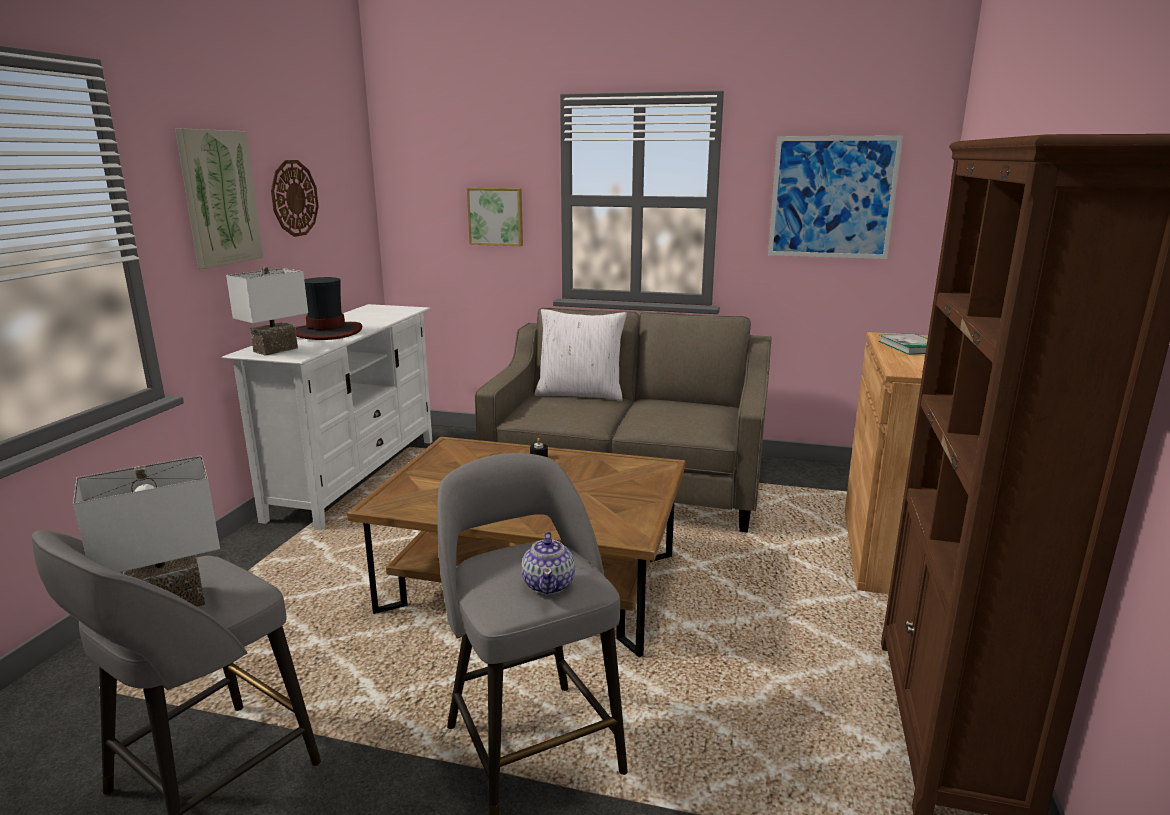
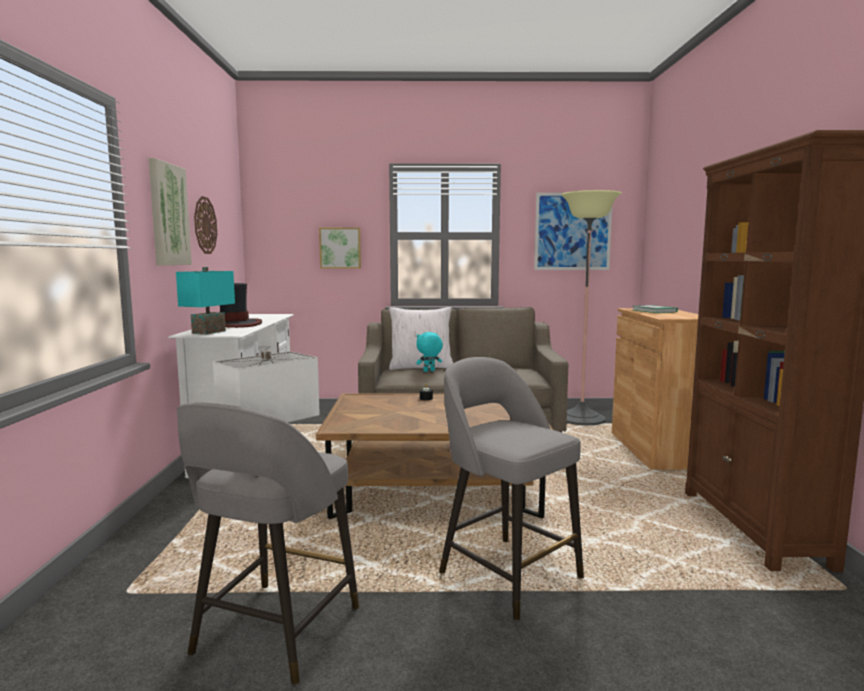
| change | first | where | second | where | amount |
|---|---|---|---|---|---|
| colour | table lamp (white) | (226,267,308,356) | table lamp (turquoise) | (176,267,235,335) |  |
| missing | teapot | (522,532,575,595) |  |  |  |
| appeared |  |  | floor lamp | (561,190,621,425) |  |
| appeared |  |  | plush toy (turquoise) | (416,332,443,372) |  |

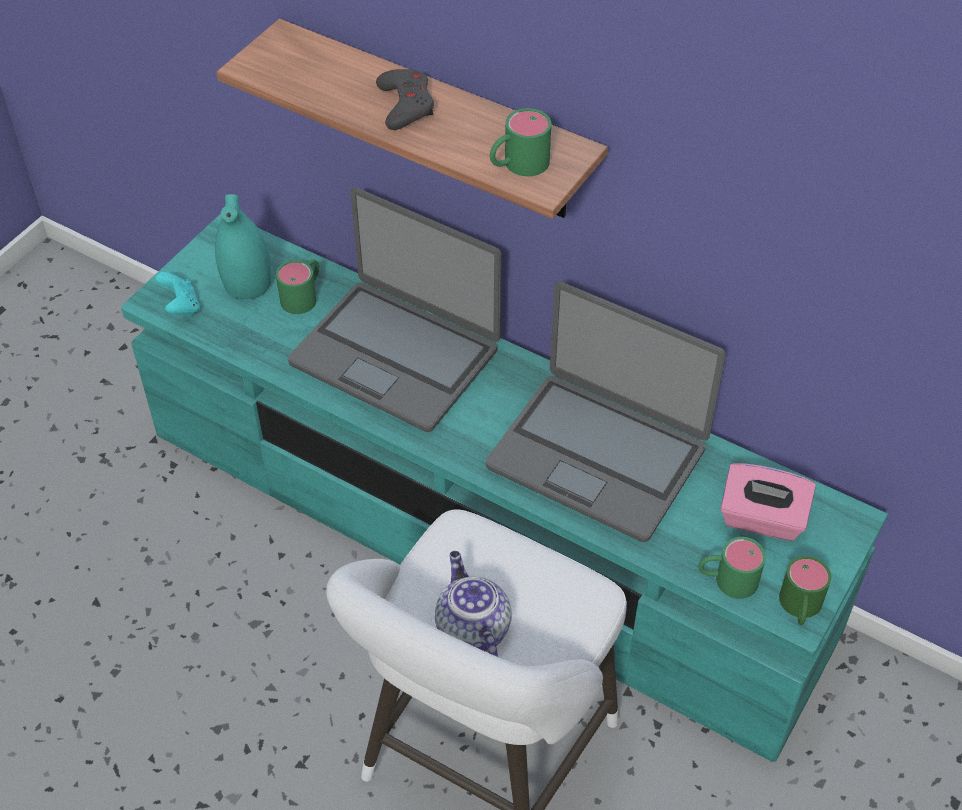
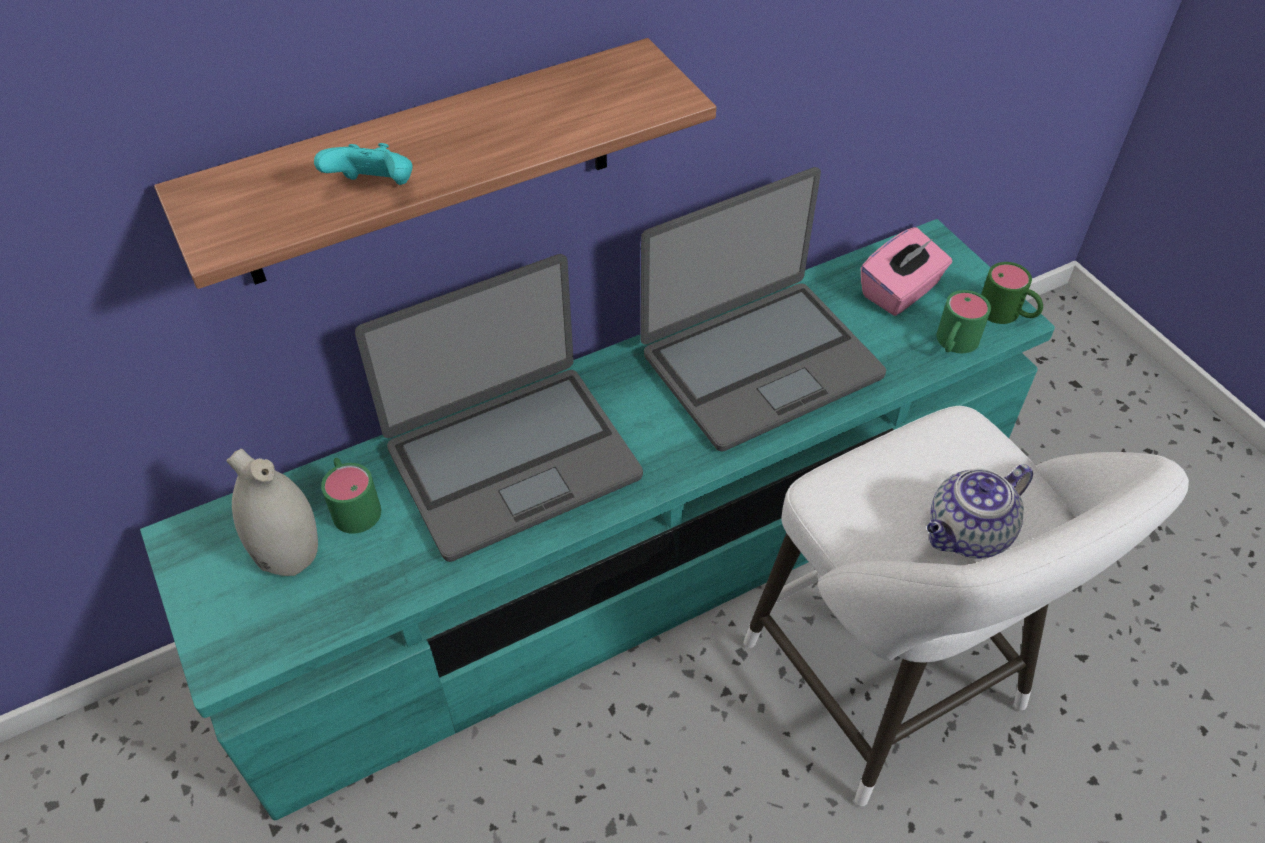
| change | first | where | second | where | amount |
|---|---|---|---|---|---|
| missing | game controller (grey) | (376,69,434,130) |  |  |  |
| missing | mug (green) | (490,108,551,176) |  |  |  |
| colour | vase (turquoise) | (215,194,271,299) | vase (white) | (227,448,318,576) |  |
| relocated | game controller (turquoise) | (155,272,200,316) |  | (314,143,413,185) |  |
| spun | teapot | (435,551,512,657) |  | (927,464,1033,559) | 45 degrees counterclockwise |

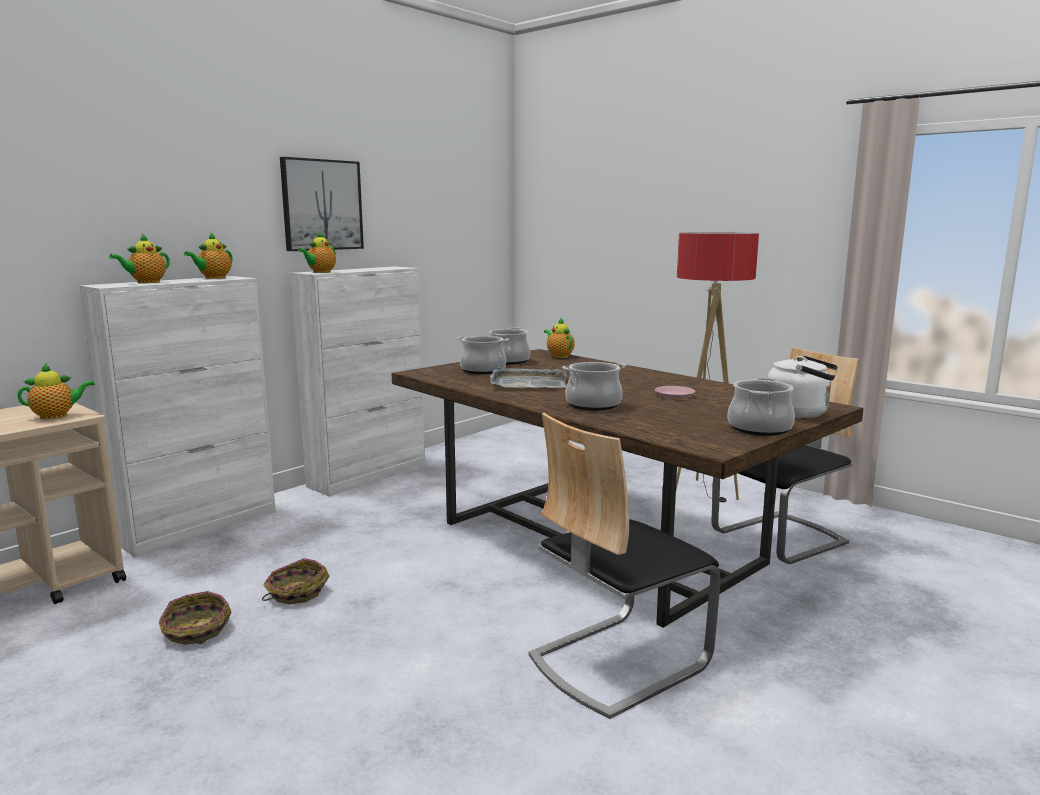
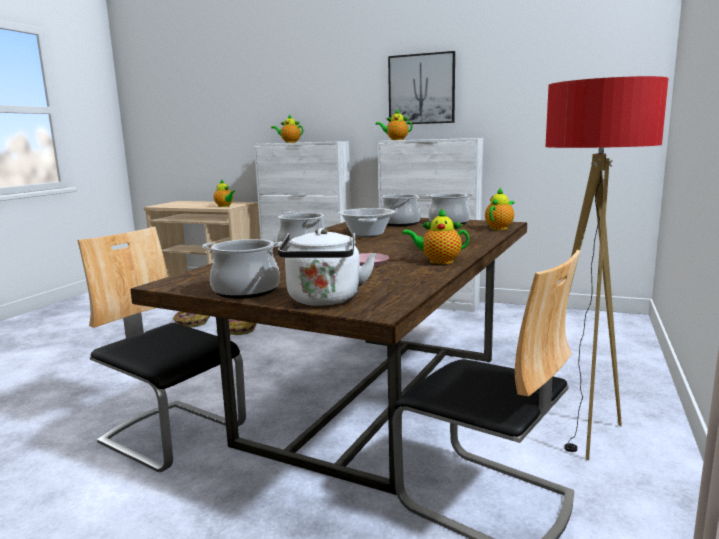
| change | first | where | second | where | amount |
|---|---|---|---|---|---|
| relocated | teapot | (184,232,232,279) |  | (402,208,469,264) |  |
| exchanged | tray (grey) | (490,367,566,388) | cooking pot | (338,208,395,237) |  |

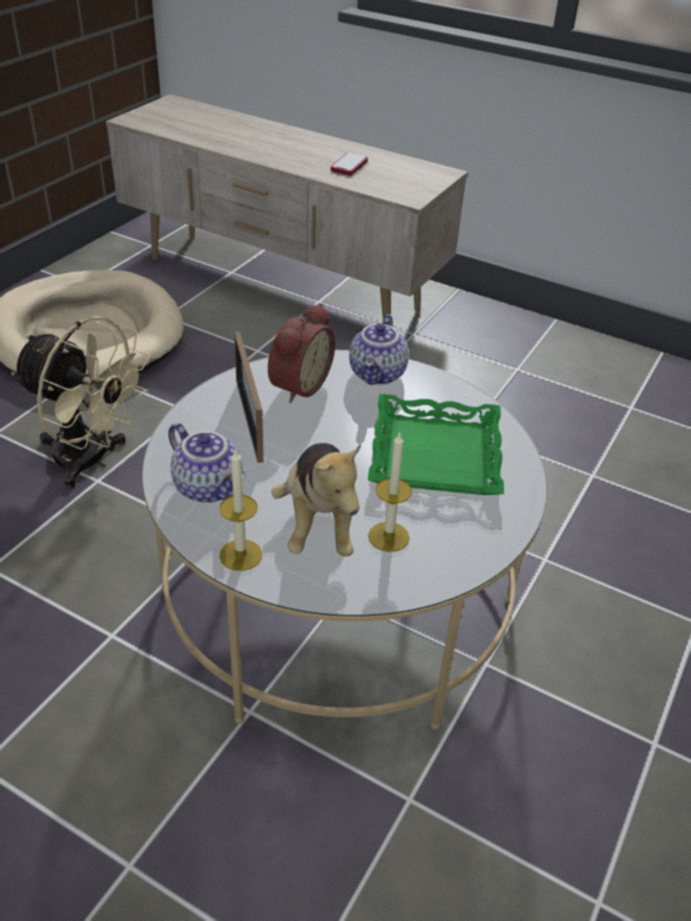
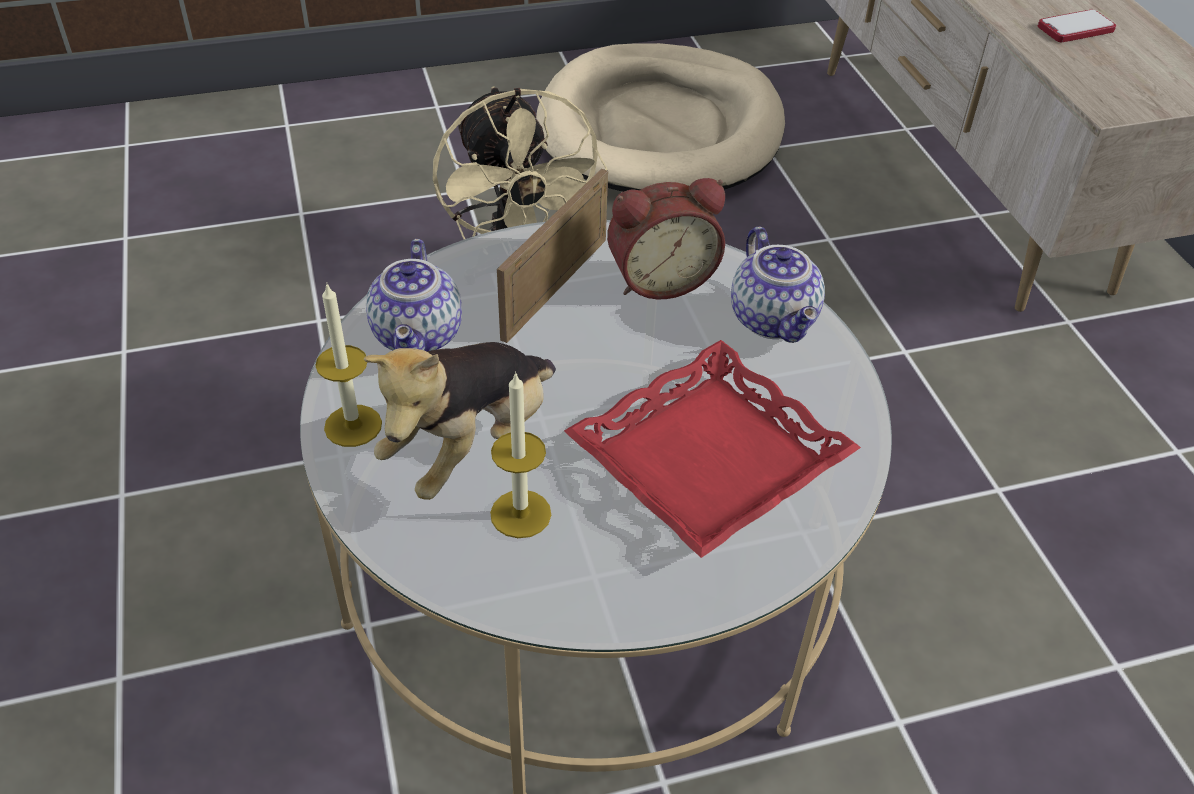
| change | first | where | second | where | amount |
|---|---|---|---|---|---|
| spun | teapot | (349,314,409,385) |  | (731,227,825,343) | 75 degrees counterclockwise |
| colour | tray (green) | (368,394,504,495) | tray (red) | (564,340,861,558) |  |

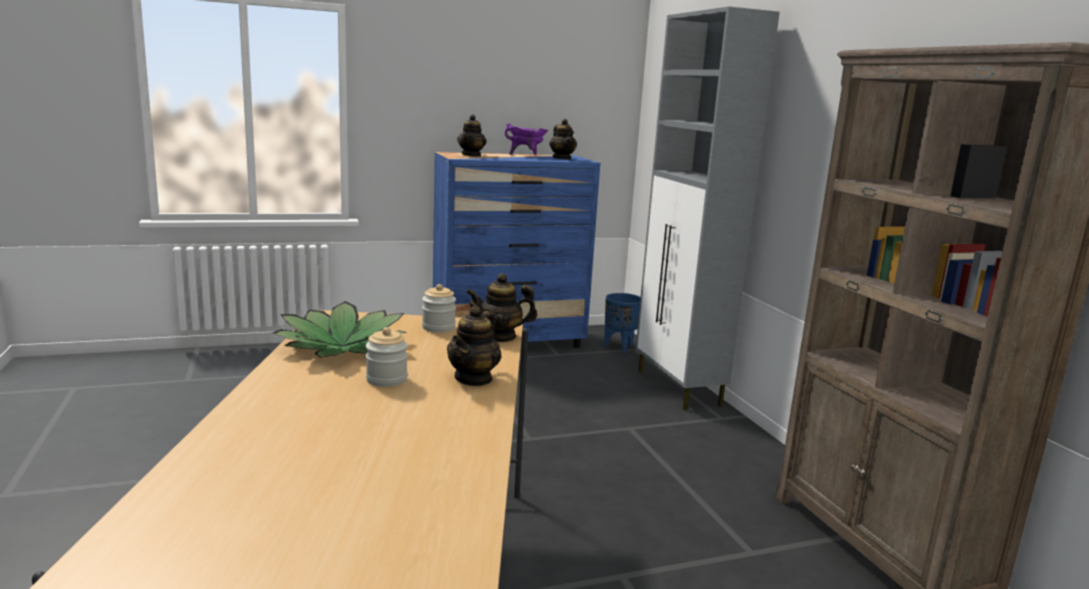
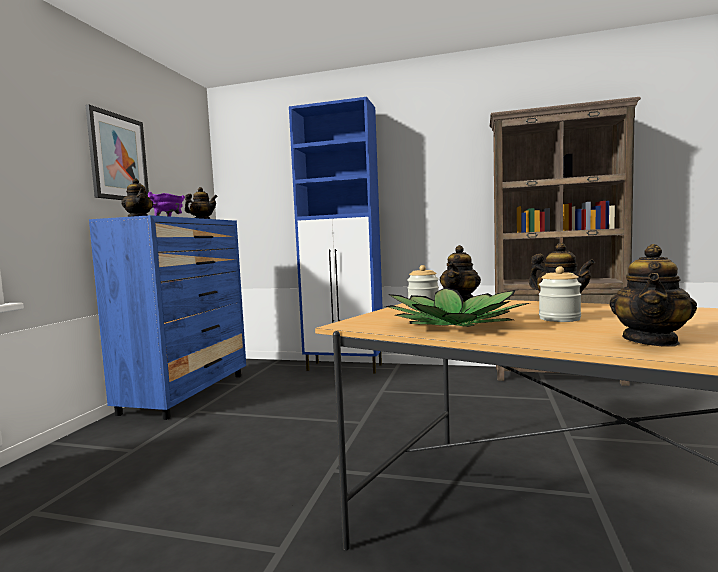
| change | first | where | second | where | amount |
|---|---|---|---|---|---|
| colour | cabinet (grey) | (636,7,780,411) | cabinet (blue) | (289,97,383,373) |  |
| missing | planter (blue) | (604,293,641,353) |  |  |  |
| appeared |  |  | picture | (86,104,149,200) |  |
| appeared |  |  | teapot | (609,244,697,347) |  |

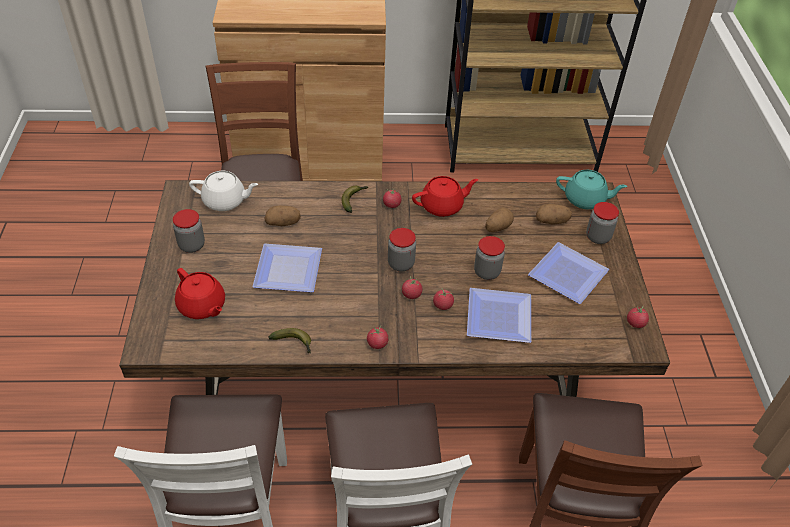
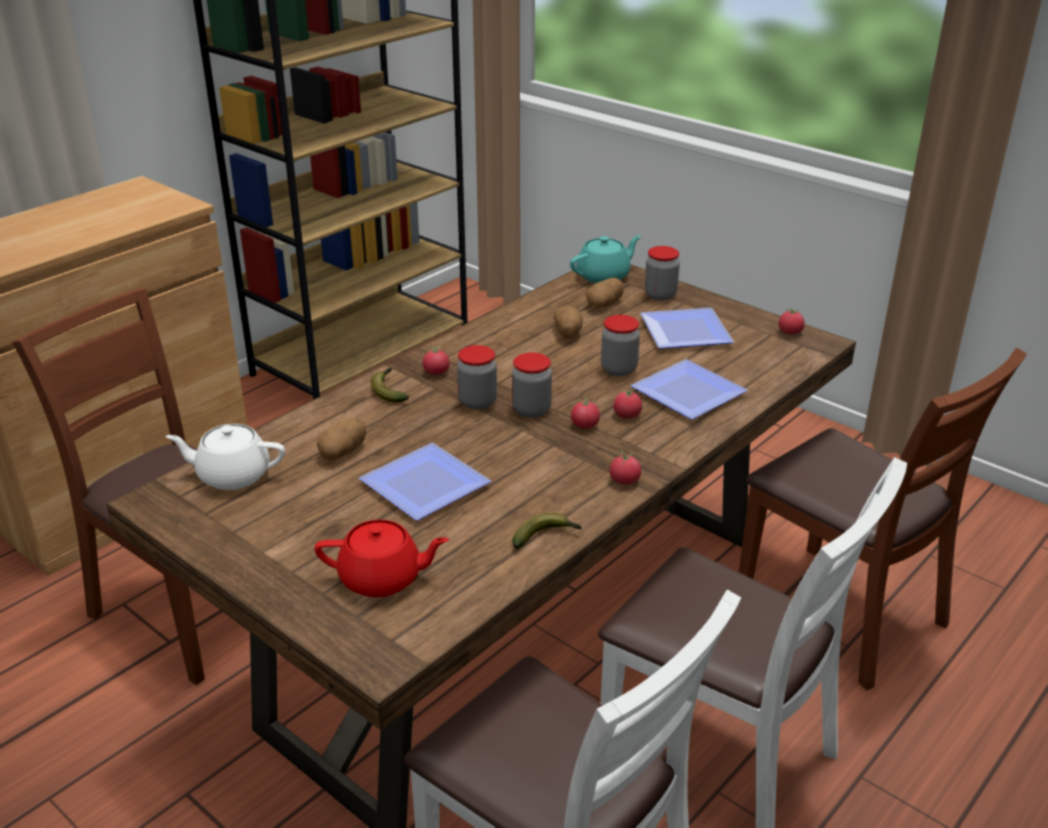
| change | first | where | second | where | amount |
|---|---|---|---|---|---|
| spun | teapot (white) | (189,171,258,211) |  | (166,424,285,490) | 135 degrees counterclockwise |
| missing | teapot (red) | (412,176,478,217) |  |  |  |
| relocated | jar | (173,209,205,253) |  | (457,345,497,410) |  |

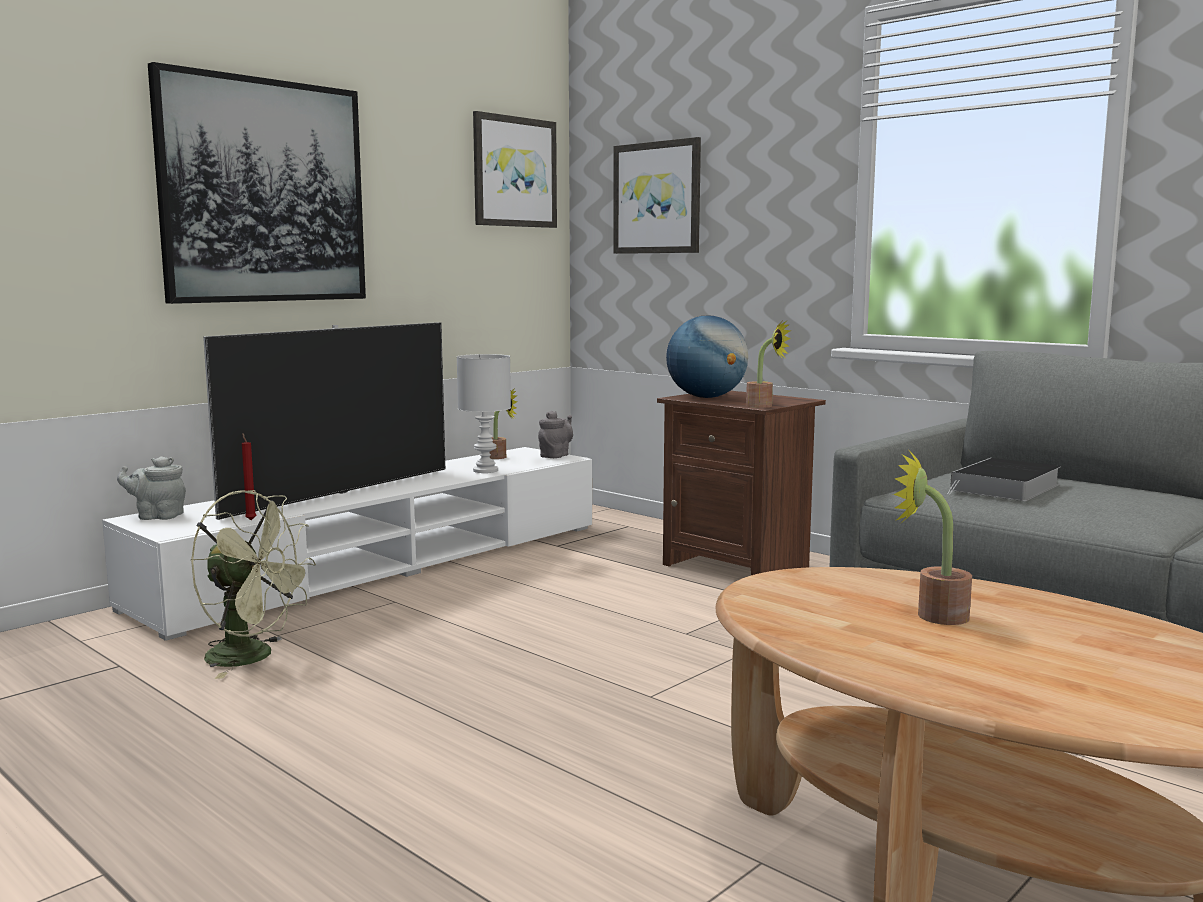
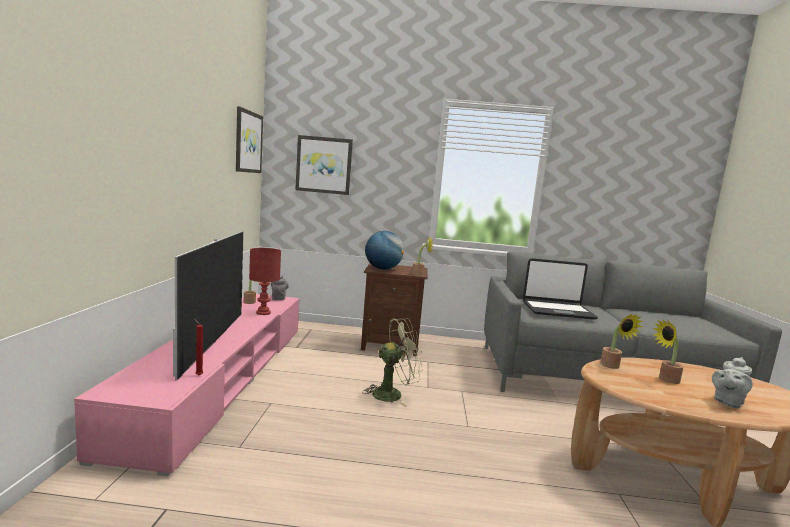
| change | first | where | second | where | amount |
|---|---|---|---|---|---|
| missing | picture | (148,62,366,304) |  |  |  |
| colour | table lamp (white) | (457,354,511,473) | table lamp (red) | (249,248,281,315) |  |
| colour | tv stand (white) | (102,447,592,641) | tv stand (pink) | (74,294,299,476) |  |
| relocated | teapot (grey) | (117,456,186,520) |  | (712,357,753,408) |  |
| exchanged | book | (947,458,1061,501) | laptop | (523,258,598,320) |  |
| relocated | fan (green) | (191,490,316,679) |  | (362,318,423,407) |  |
| appeared |  |  | potted plant | (600,313,644,369) |  |

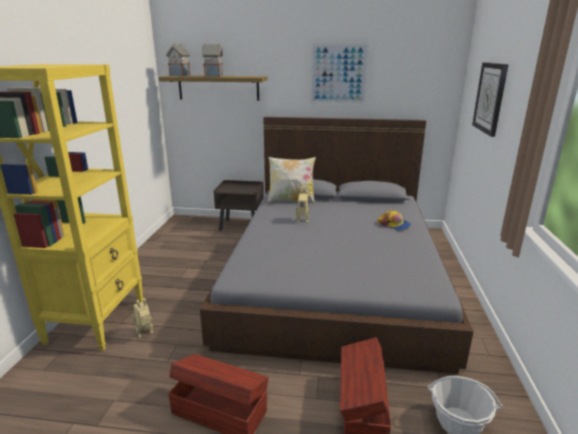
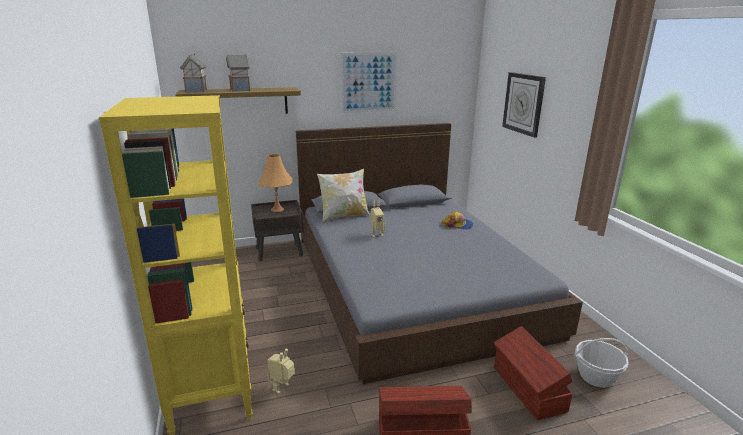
| change | first | where | second | where | amount |
|---|---|---|---|---|---|
| appeared |  |  | table lamp (orange) | (258,154,293,212) |  |

